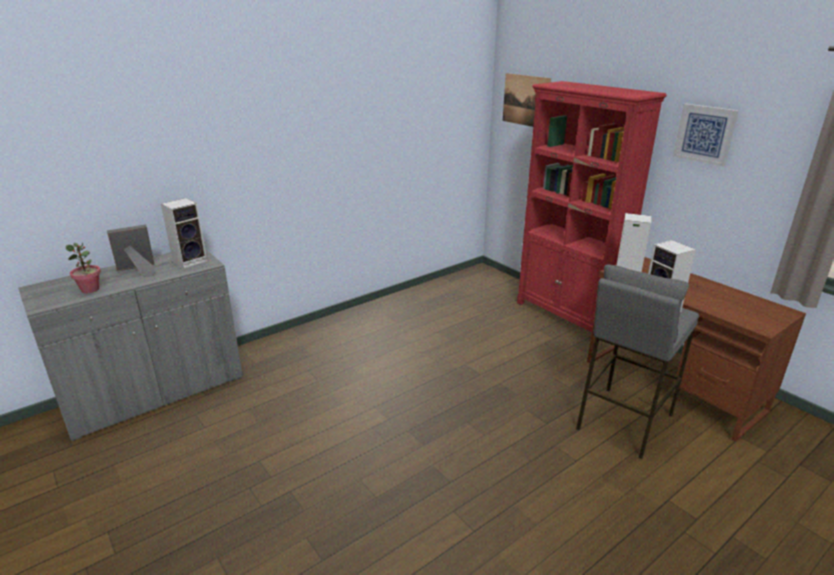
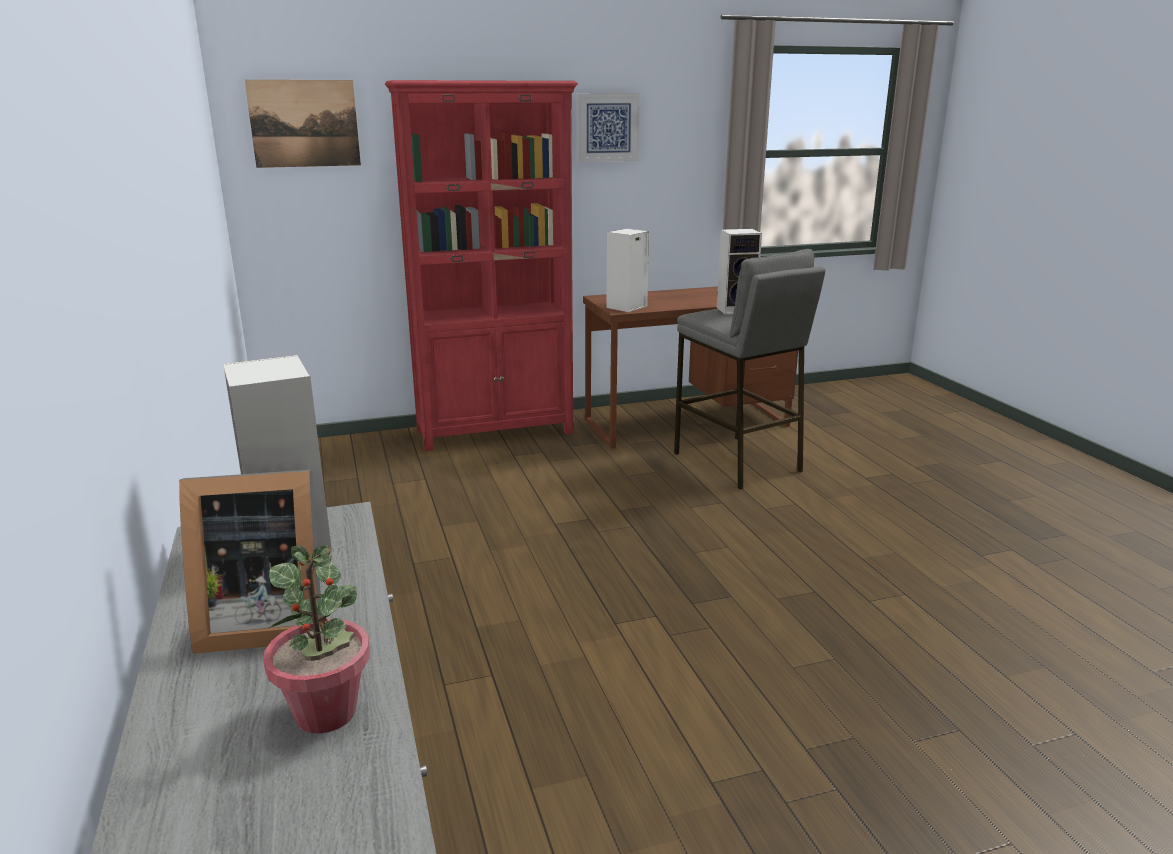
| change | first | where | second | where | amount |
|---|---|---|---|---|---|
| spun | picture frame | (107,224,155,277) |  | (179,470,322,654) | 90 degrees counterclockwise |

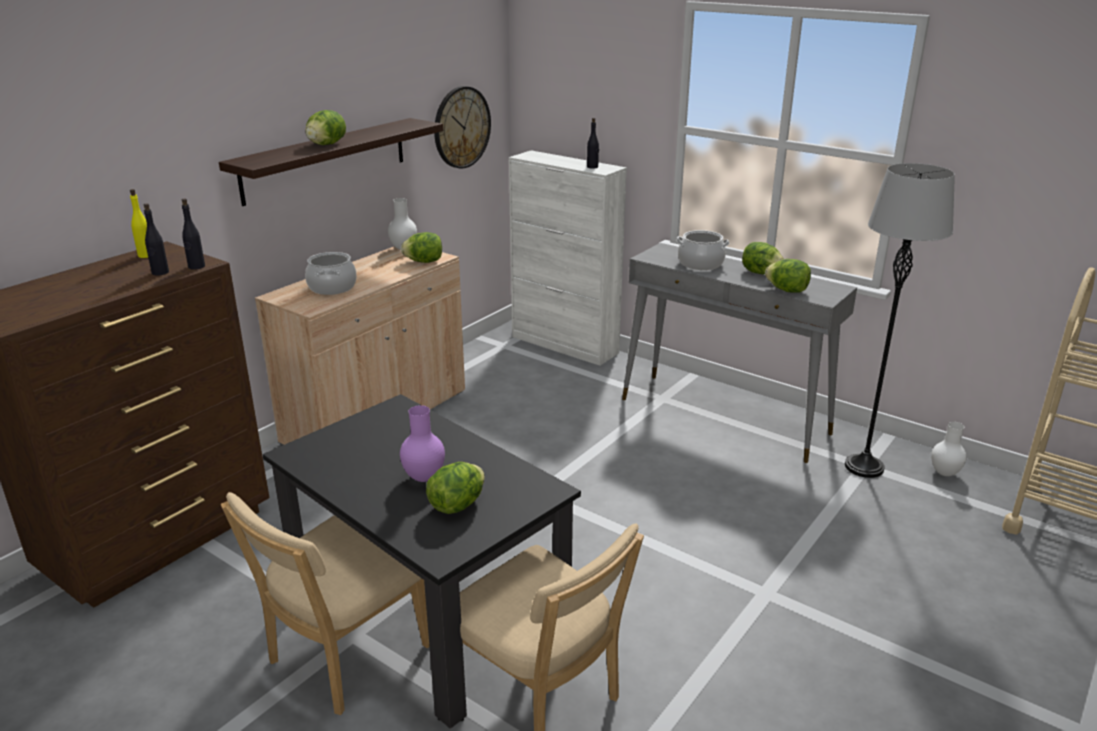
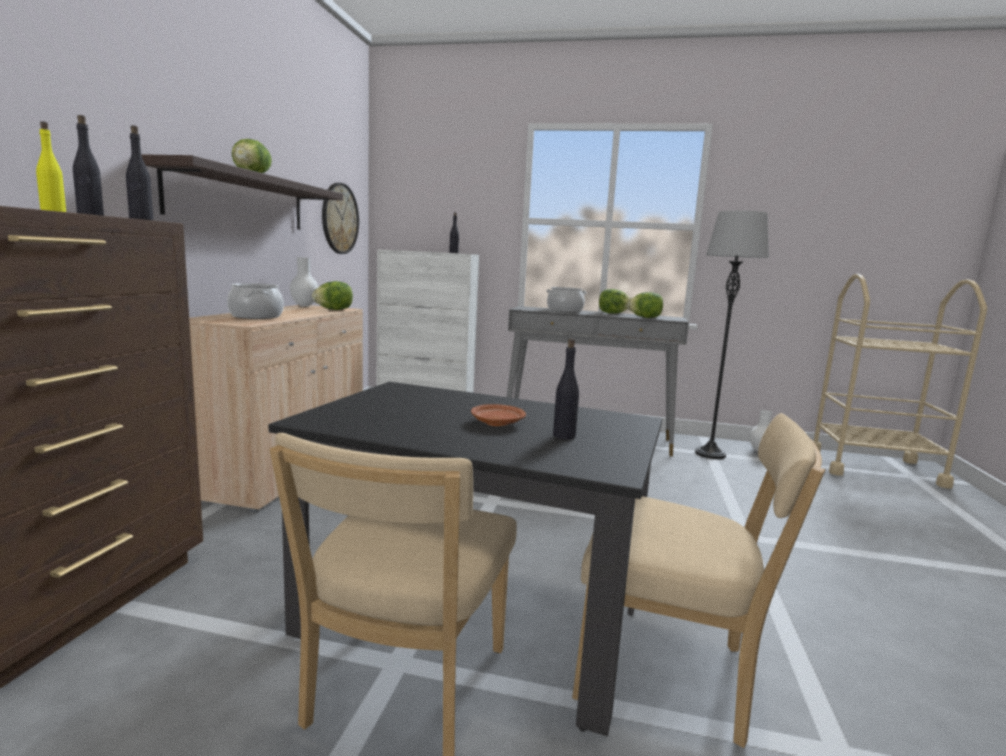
| change | first | where | second | where | amount |
|---|---|---|---|---|---|
| exchanged | vase (purple) | (400,405,445,482) | plate (brown) | (471,404,526,426) |  |
| exchanged | lettuce | (426,462,485,514) | bottle (black) | (553,338,579,440) |  |

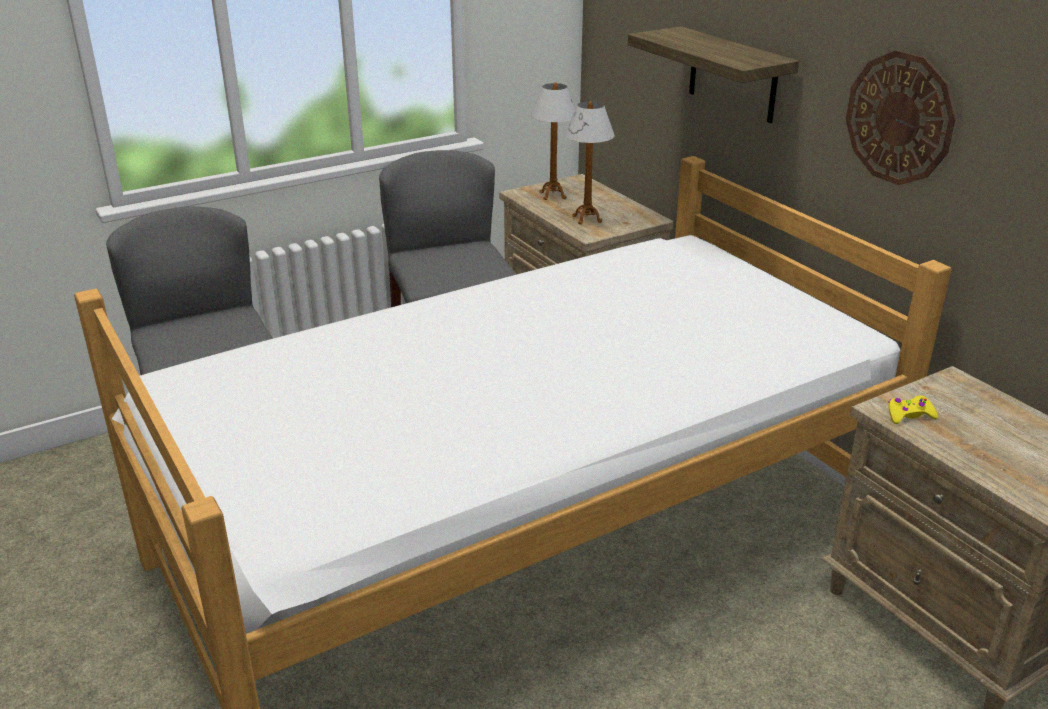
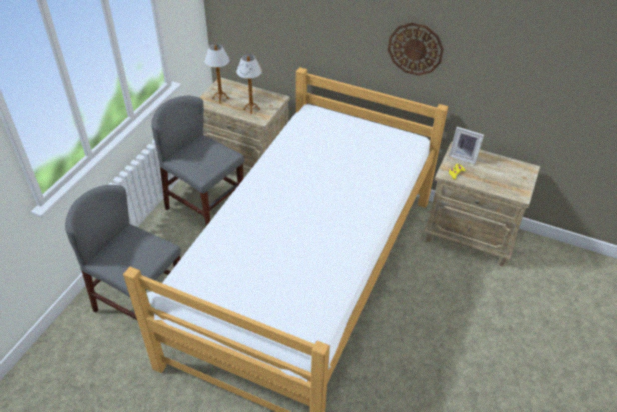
| change | first | where | second | where | amount |
|---|---|---|---|---|---|
| missing | shelf | (628,26,799,123) |  |  |  |
| appeared |  |  | picture frame | (449,127,484,165) |  |

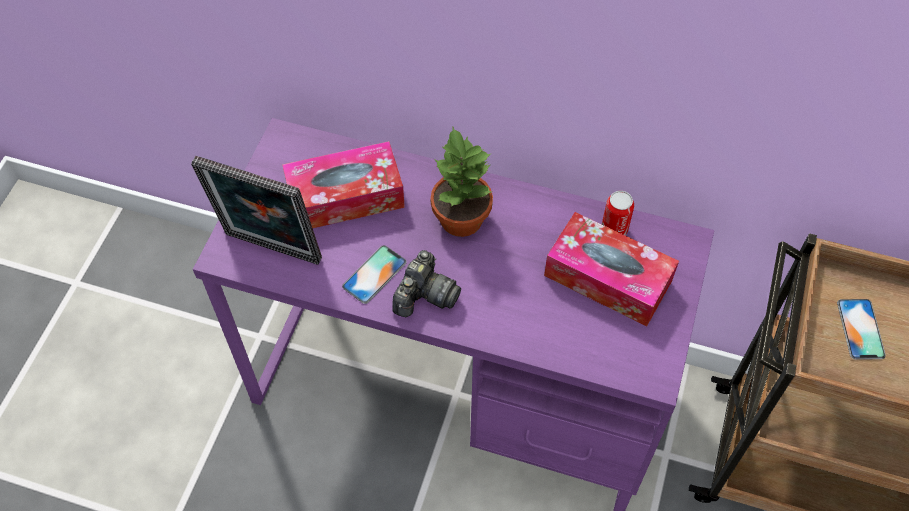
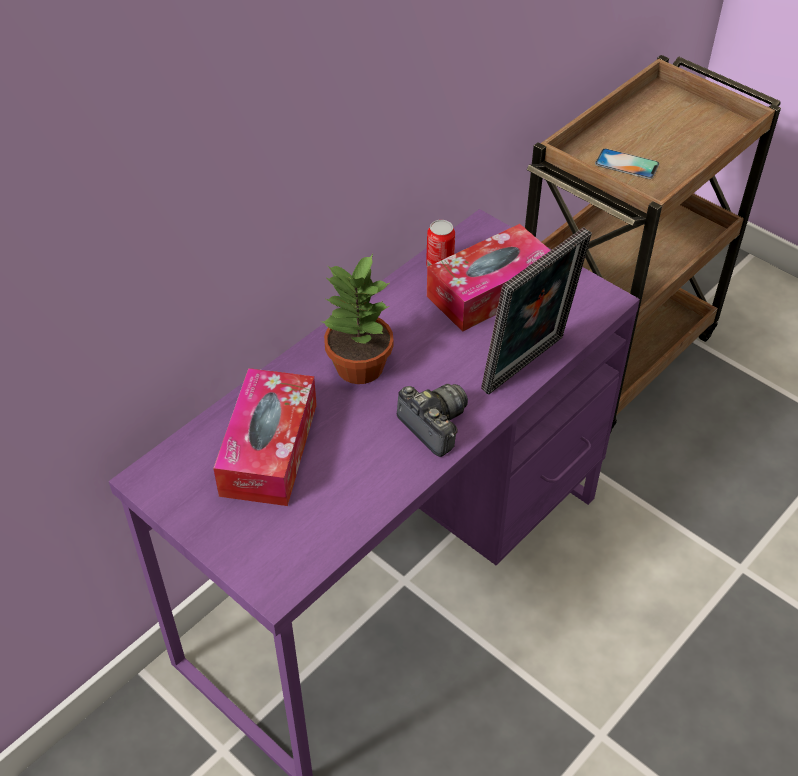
| change | first | where | second | where | amount |
|---|---|---|---|---|---|
| relocated | picture frame | (191,156,322,265) |  | (481,227,592,395) |  |
| missing | phone | (342,245,407,304) |  |  |  |

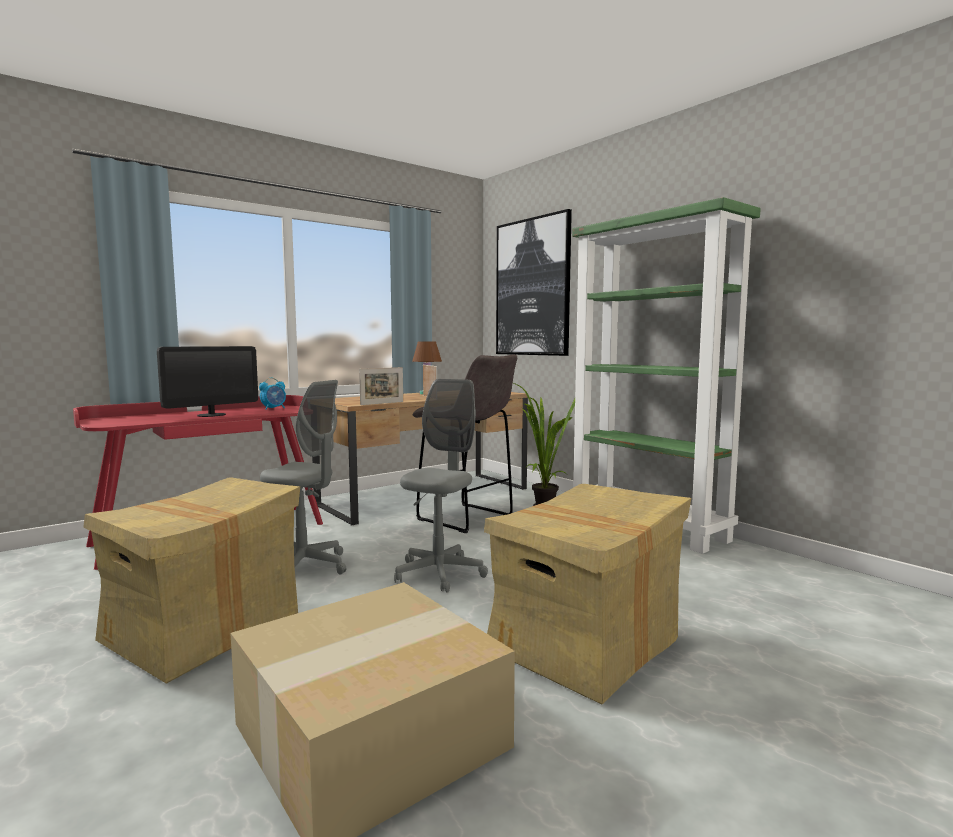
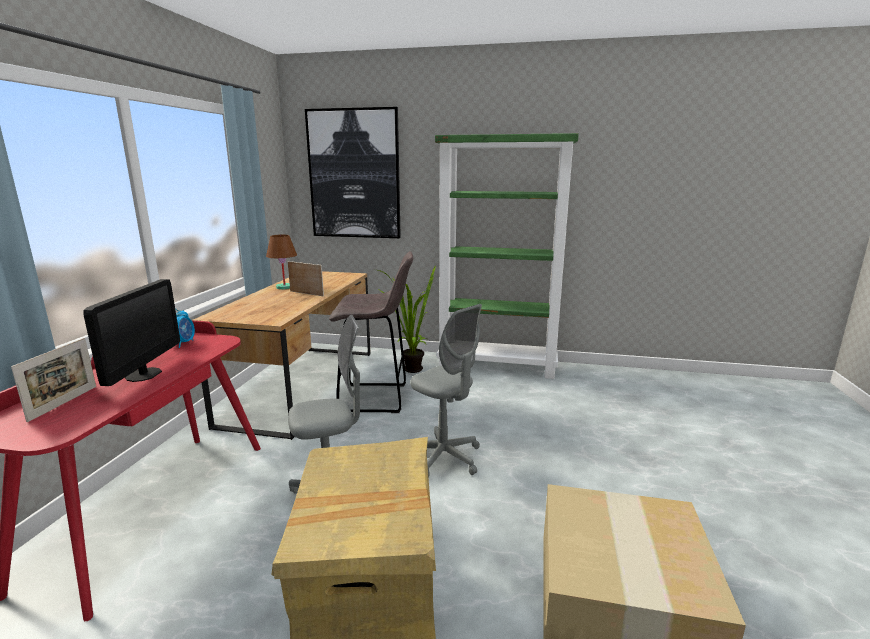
| change | first | where | second | where | amount |
|---|---|---|---|---|---|
| relocated | picture frame | (359,367,403,405) |  | (11,338,96,422) |  |
| spun | office chair (grey) | (394,379,488,593) |  | (410,304,482,478) | 150 degrees clockwise |
| missing | cardboard box | (484,484,691,704) |  |  |  |

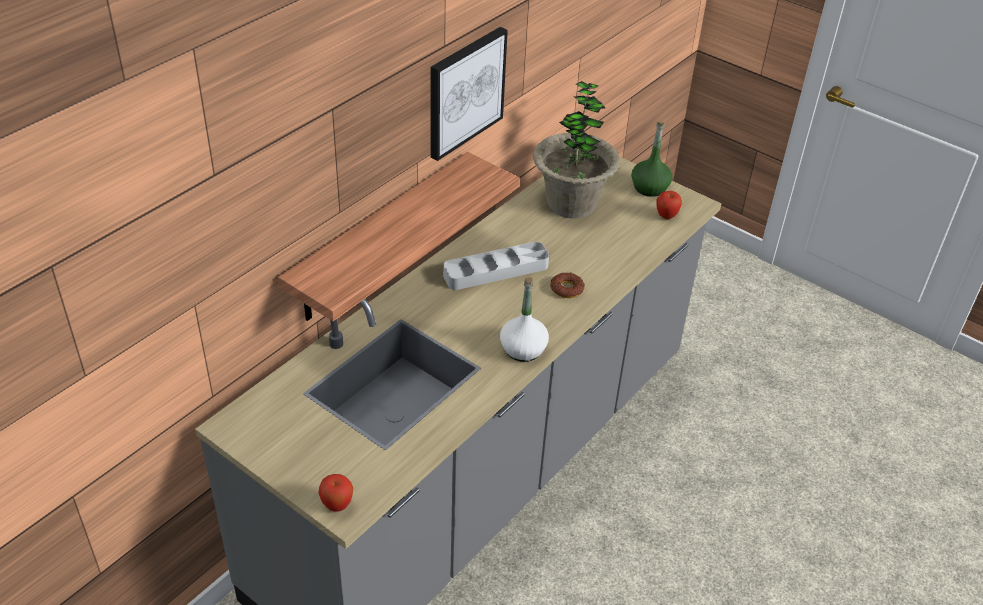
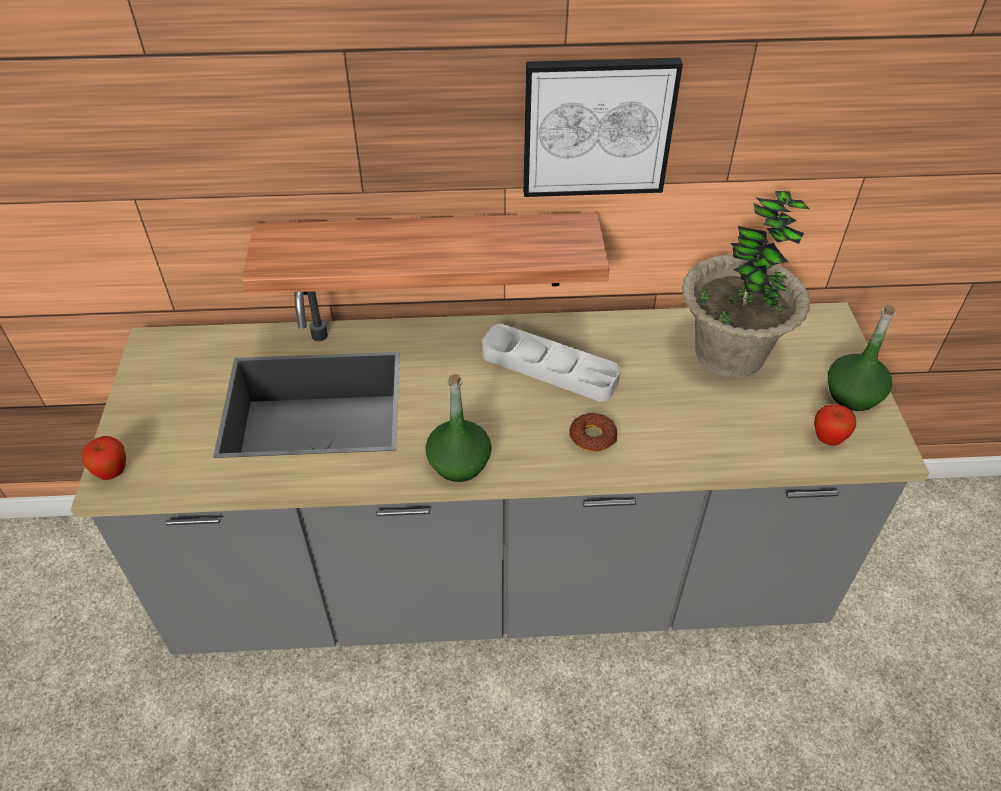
| change | first | where | second | where | amount |
|---|---|---|---|---|---|
| colour | bottle (white) | (500,277,549,362) | bottle (green) | (425,374,492,482) |  |

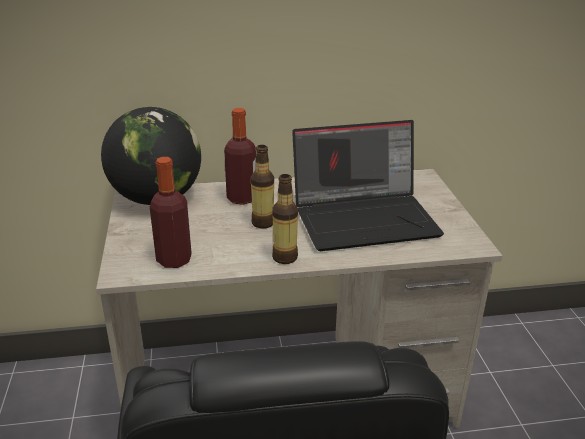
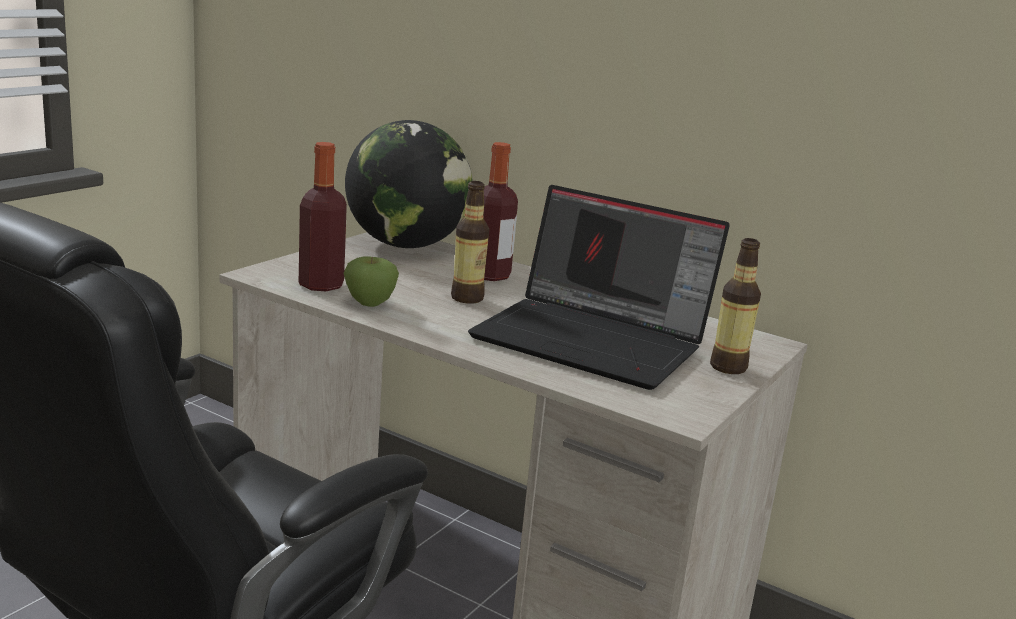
| change | first | where | second | where | amount |
|---|---|---|---|---|---|
| relocated | bottle | (272,174,298,264) |  | (710,238,761,374) |  |
| appeared |  |  | apple | (344,257,399,307) |  |

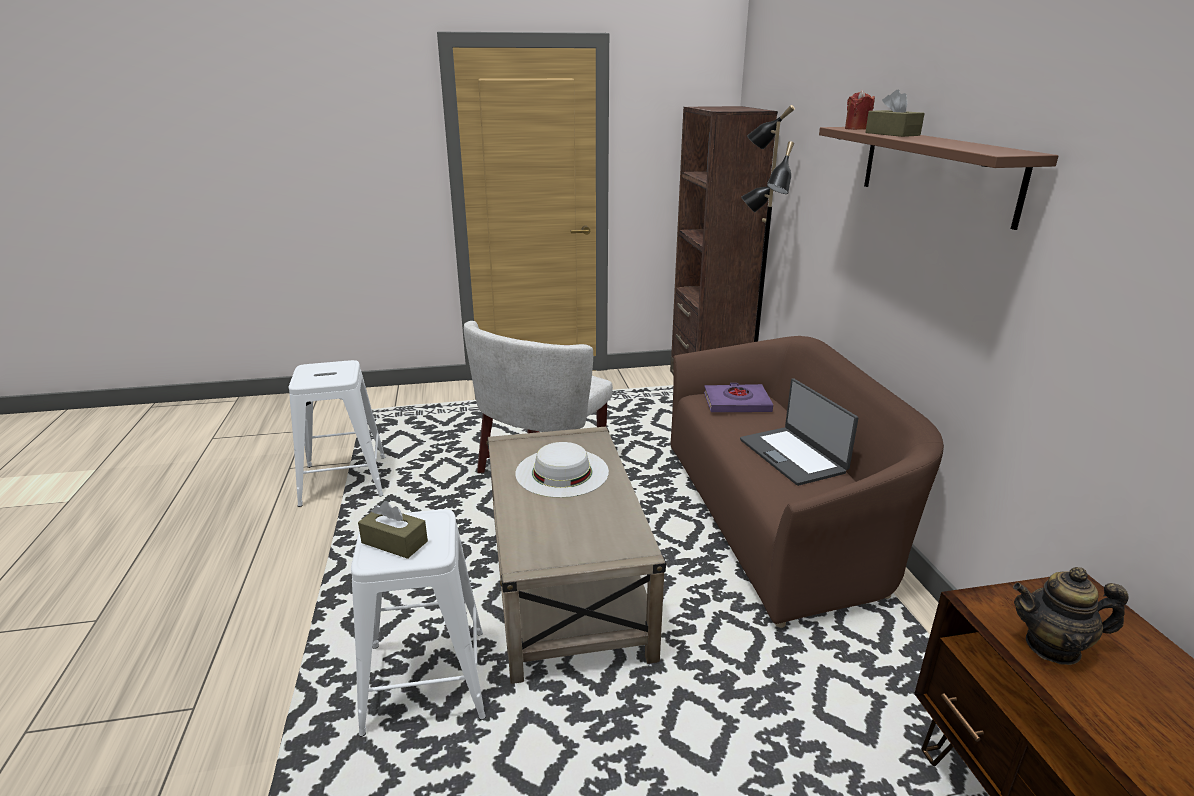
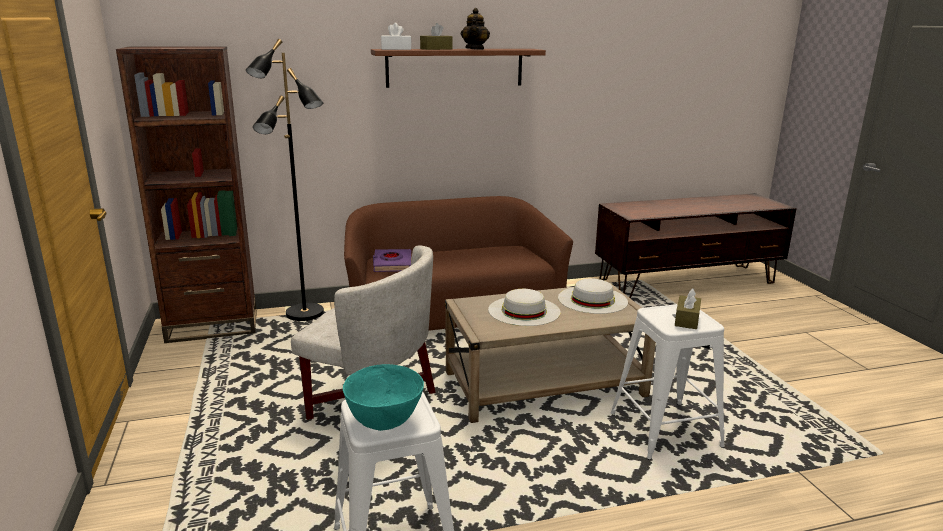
| change | first | where | second | where | amount |
|---|---|---|---|---|---|
| exchanged | candle (red) | (845,90,875,130) | tissue box (white) | (381,23,411,50) |  |
| missing | laptop | (740,379,858,486) |  |  |  |
| relocated | teapot | (1013,567,1129,665) |  | (461,8,490,50) |  |
| appeared |  |  | hat (white) | (558,278,628,314) |  |
| appeared |  |  | bowl (turquoise) | (343,364,424,431) |  |

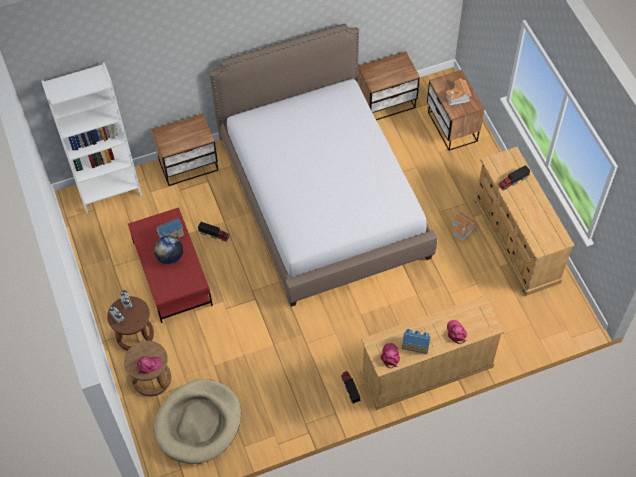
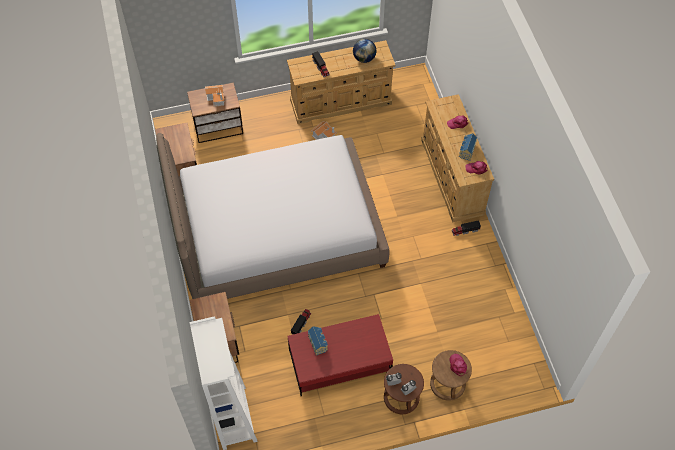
| change | first | where | second | where | amount |
|---|---|---|---|---|---|
| relocated | globe | (154,236,183,264) |  | (353,39,376,63) |  |
| missing | dog bed (beige) | (154,379,241,464) |  |  |  |

